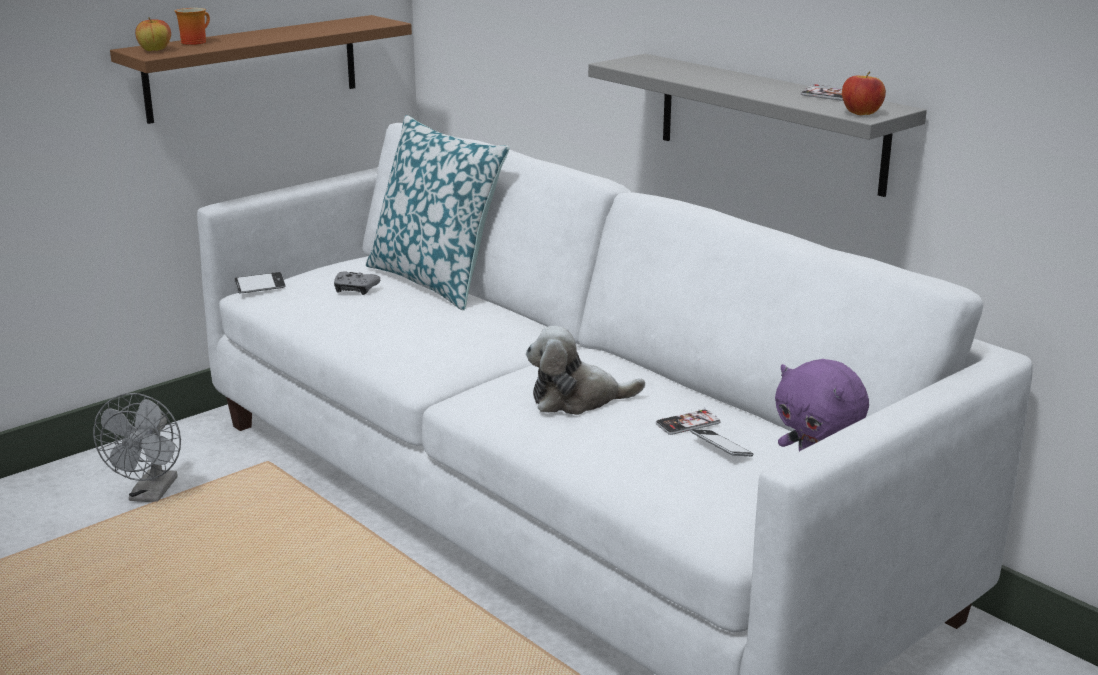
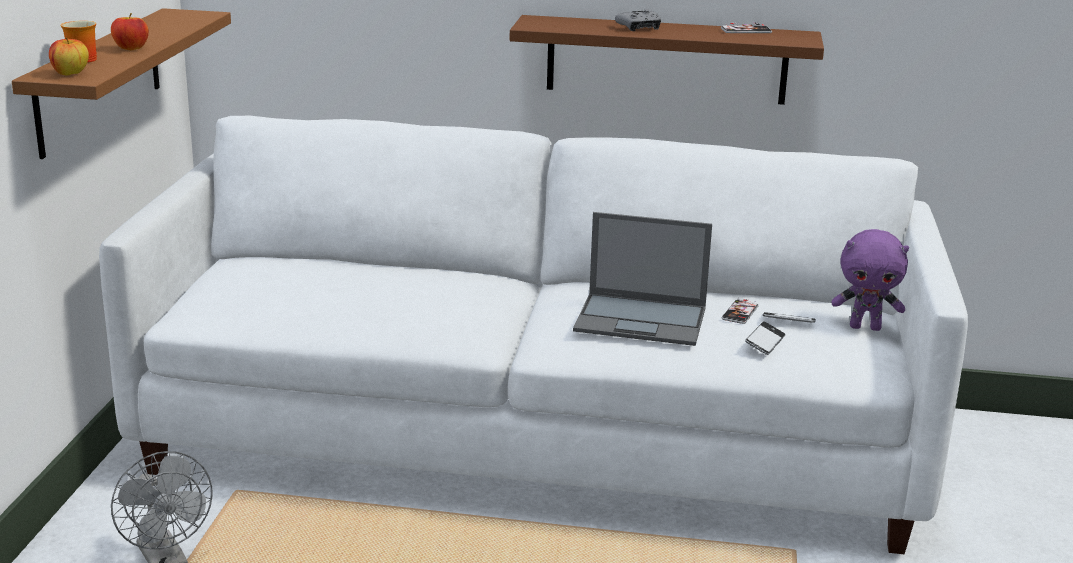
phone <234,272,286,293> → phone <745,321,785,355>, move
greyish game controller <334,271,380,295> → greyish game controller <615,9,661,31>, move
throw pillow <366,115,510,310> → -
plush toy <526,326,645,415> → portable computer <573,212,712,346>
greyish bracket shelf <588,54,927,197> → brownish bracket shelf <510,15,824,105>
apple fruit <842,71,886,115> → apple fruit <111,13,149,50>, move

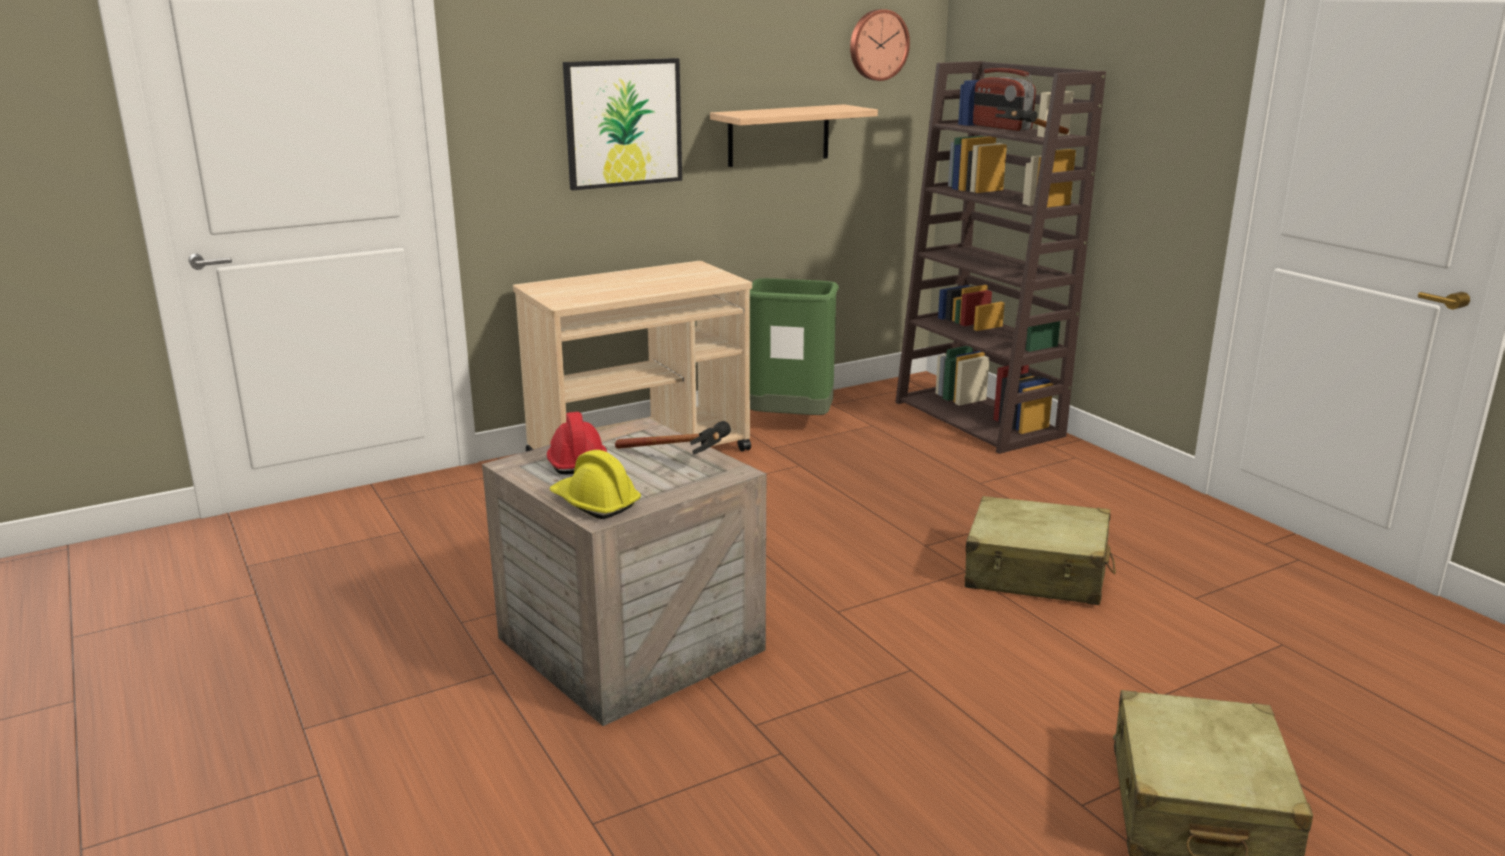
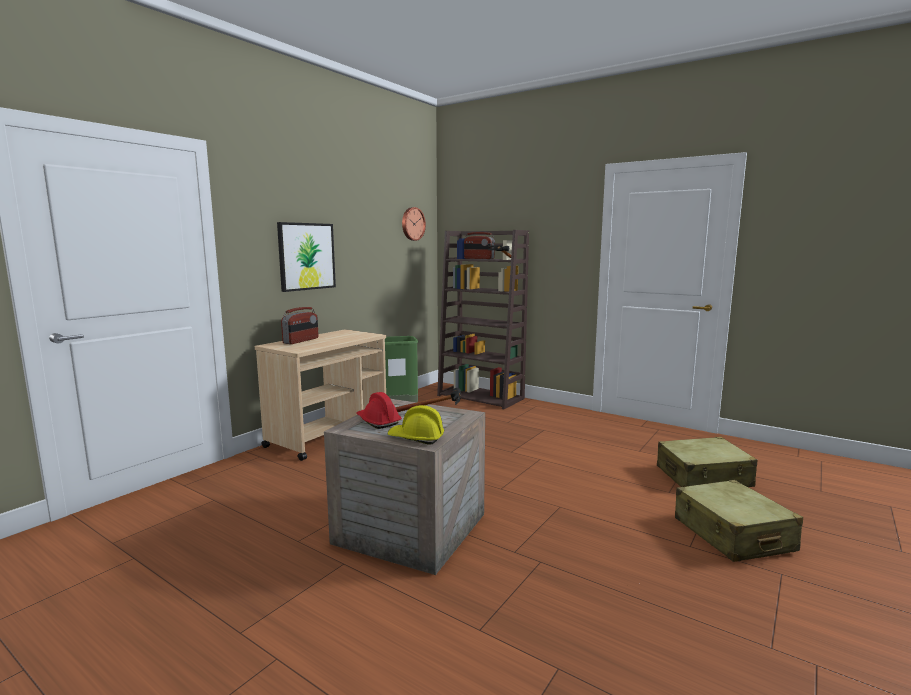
bracket shelf <710,104,878,167> → -
sand-coloured piece of luggage <965,496,1116,605> → sand-coloured piece of luggage <657,437,758,487>, move
- → radio receiver <281,307,318,344>

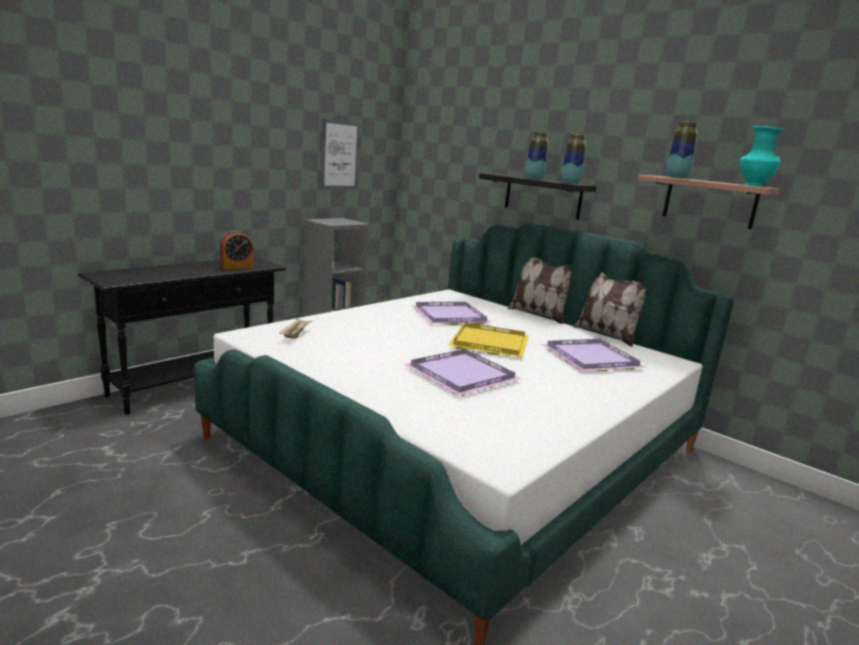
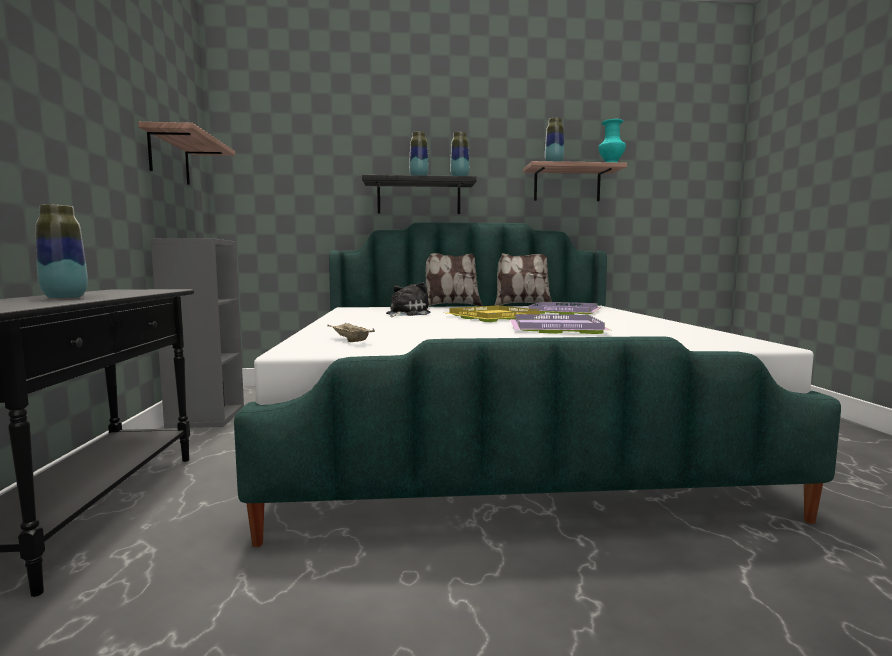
alarm clock <220,230,253,270> → -
wall art <320,119,361,189> → bracket shelf <138,122,235,185>
purplish serving tray <412,302,492,325> → plush toy <386,282,431,317>
- → vase <36,204,88,299>

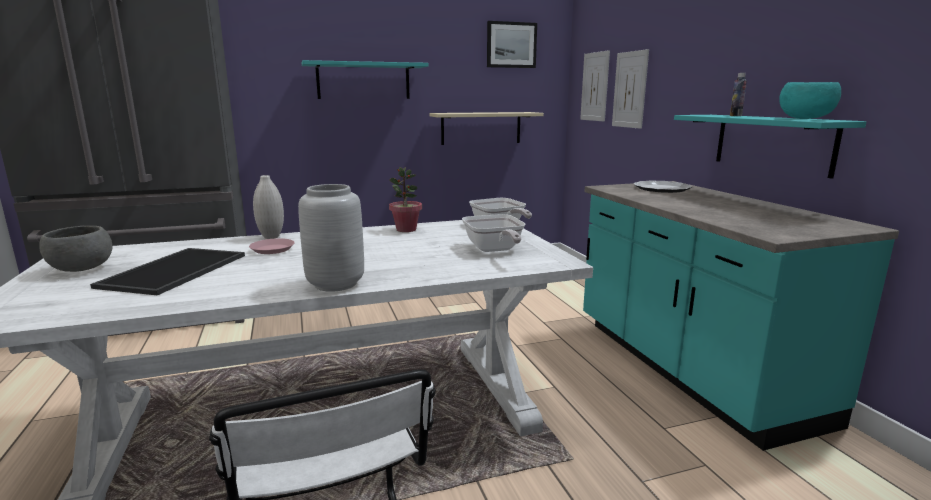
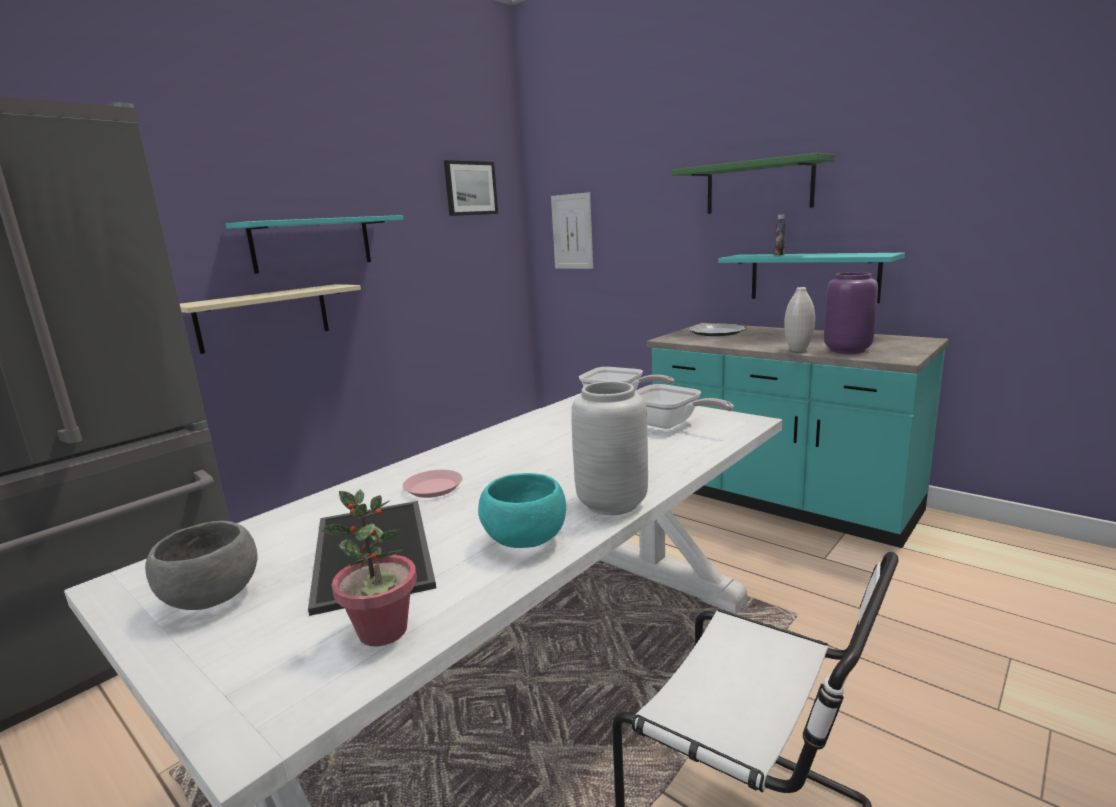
whitish vase <253,175,284,239> → whitish vase <784,287,815,352>, move
plant in a pot <389,167,422,232> → plant in a pot <321,490,417,646>, move
sand-coloured bracket shelf <430,112,544,145> → sand-coloured bracket shelf <180,284,361,354>, move
wall art <612,49,649,129> → -
turquoise serving bowl <779,82,841,119> → turquoise serving bowl <478,473,566,548>, move
- → green bracket shelf <672,153,836,214>
- → purplish vase <824,272,878,354>

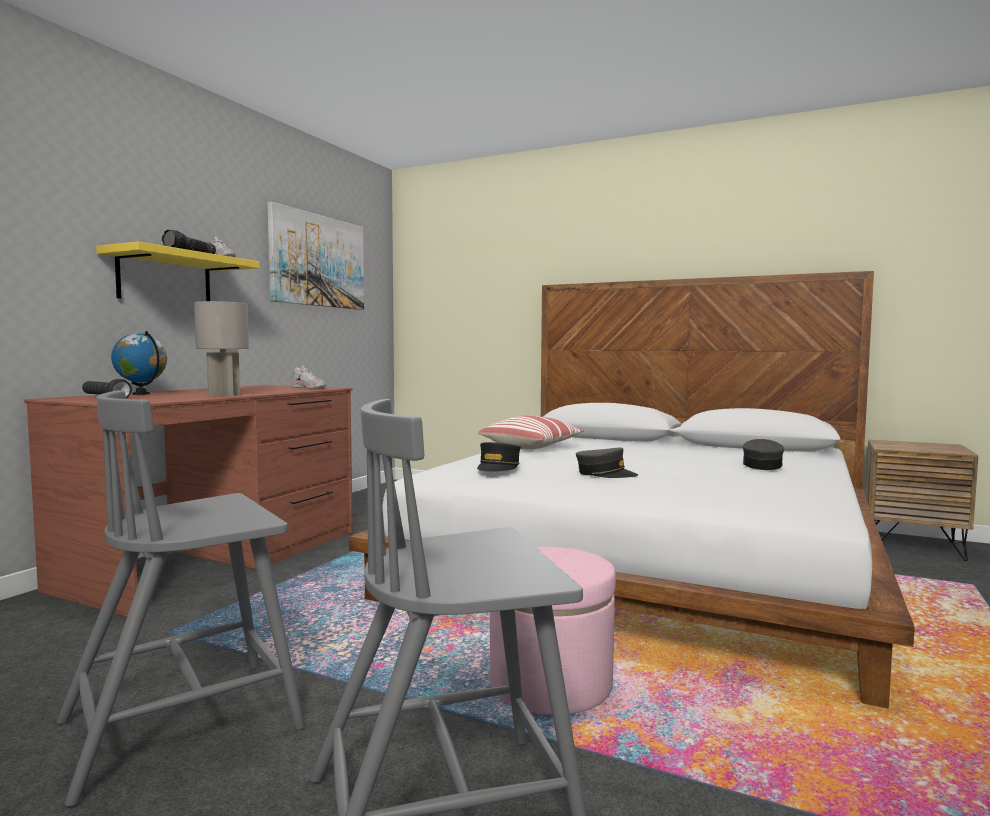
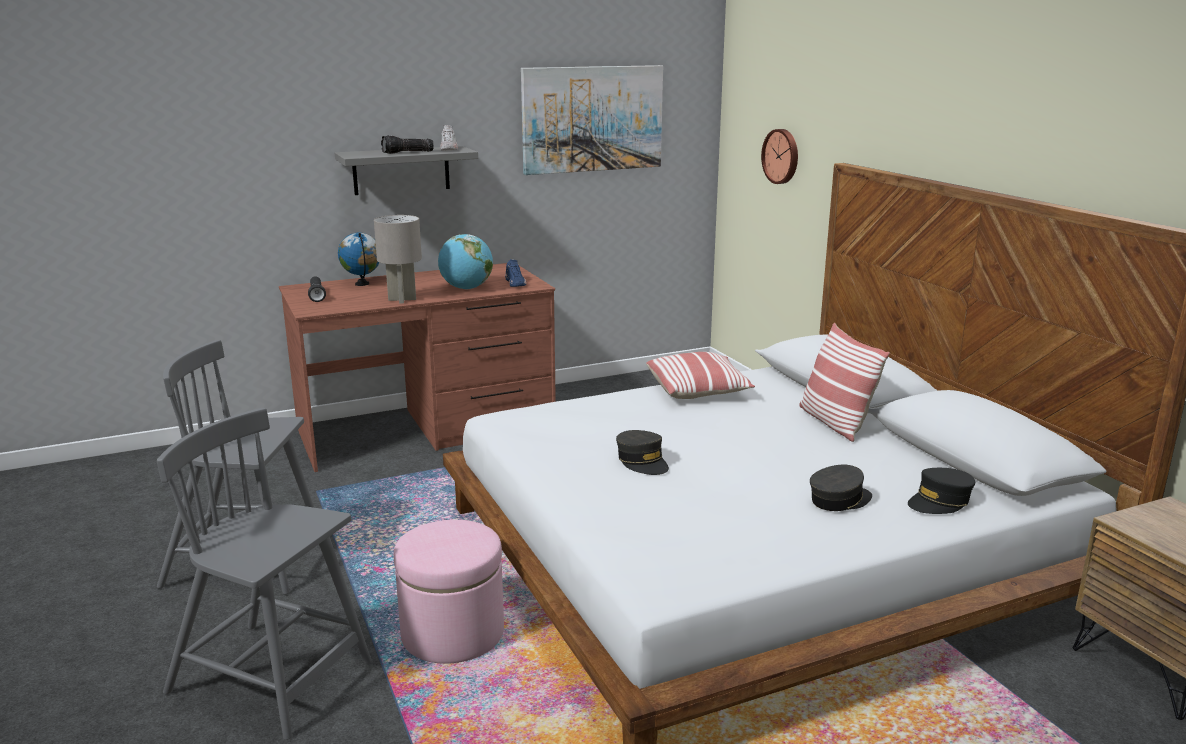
yellowish bracket shelf <96,241,260,301> → greyish bracket shelf <335,146,478,195>
whitish low shoe <292,365,326,389> → bluish low shoe <505,259,526,287>
blackish peaked cap <477,442,521,472> → blackish peaked cap <908,468,975,514>, move
- → desk globe <438,234,493,290>
- → wall clock <761,129,798,184>
- → throw pillow <799,323,890,442>

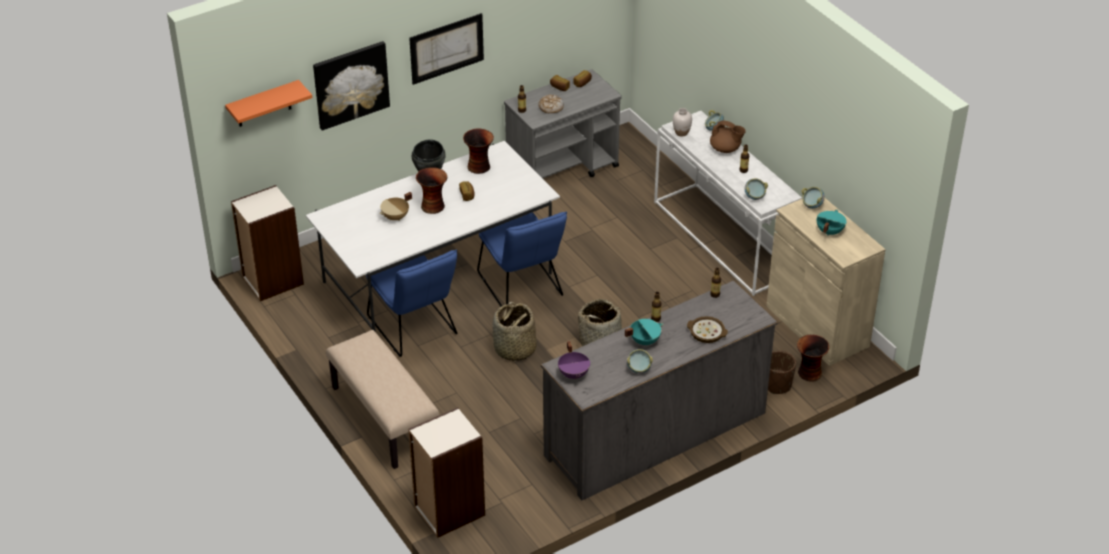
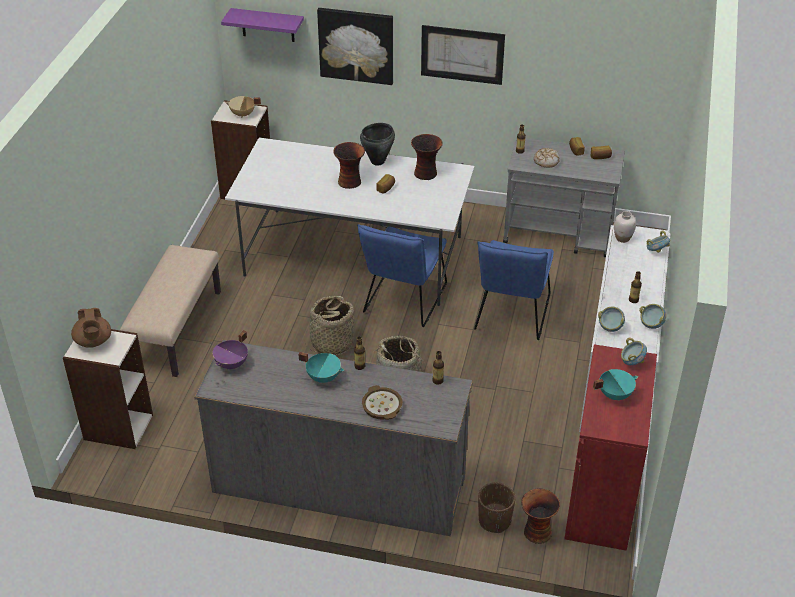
orangey bracket shelf <225,80,312,127> → purplish bracket shelf <221,8,304,42>
bluish plain chair <366,249,458,357> → bluish plain chair <474,240,554,340>, move
sand-coloured saucepot <380,192,412,221> → sand-coloured saucepot <225,96,261,118>, move
serving bowl <627,349,653,374> → serving bowl <639,304,666,329>, move
brownish teapot <710,120,746,153> → brownish teapot <71,308,111,348>, move
sand-coloured cabinet <766,198,886,366> → red-coloured cabinet <564,344,657,551>

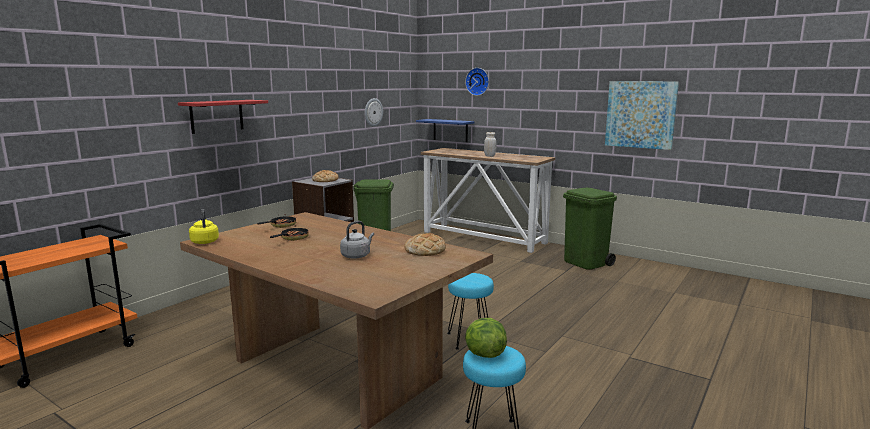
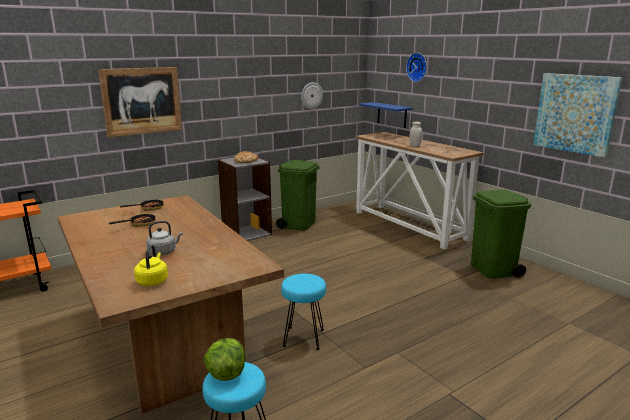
red-coloured bracket shelf <178,100,268,134> → wall art <98,67,182,137>
yellowish kettle <189,209,219,244> → yellowish kettle <134,245,168,286>, move
bread <404,233,446,256> → -

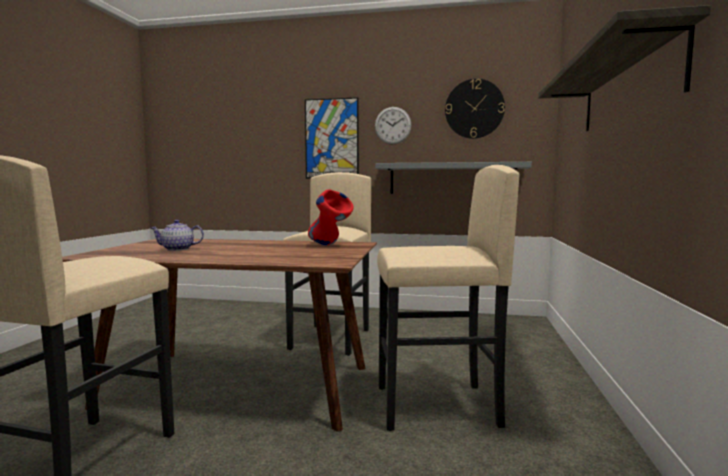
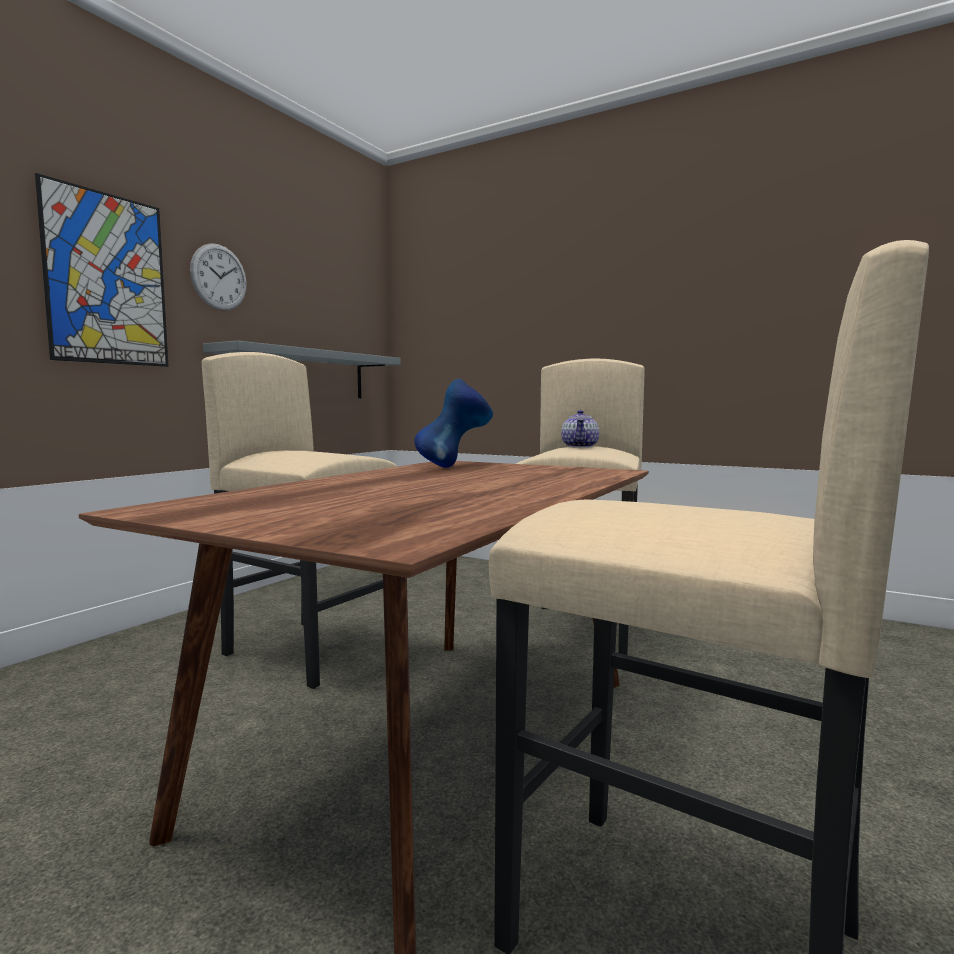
teapot <151,220,204,251> → teapot <561,410,599,448>, move
red-coloured vase <308,189,353,245> → bluish vase <414,379,493,468>
wall clock <445,79,505,139> → -
bracket shelf <538,5,711,131> → -

